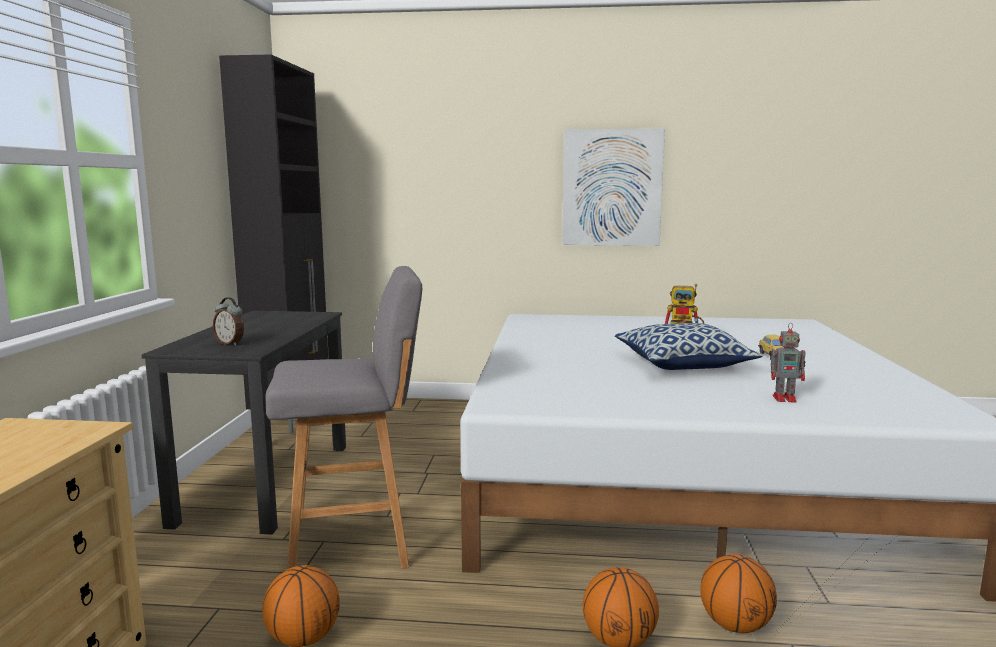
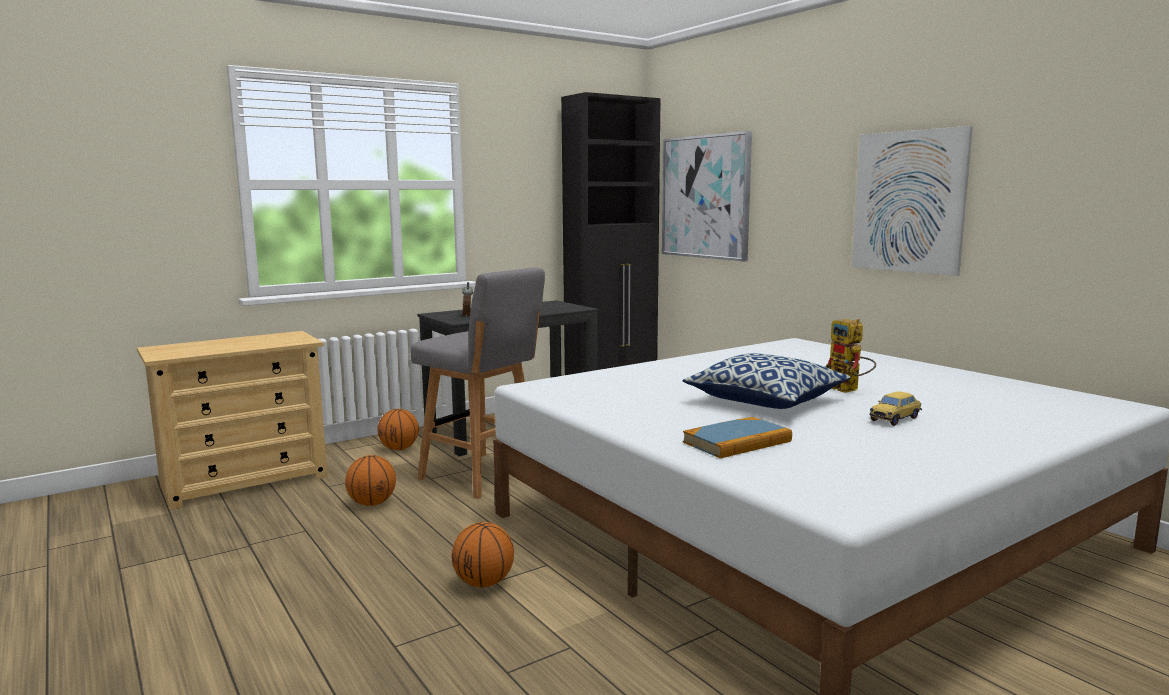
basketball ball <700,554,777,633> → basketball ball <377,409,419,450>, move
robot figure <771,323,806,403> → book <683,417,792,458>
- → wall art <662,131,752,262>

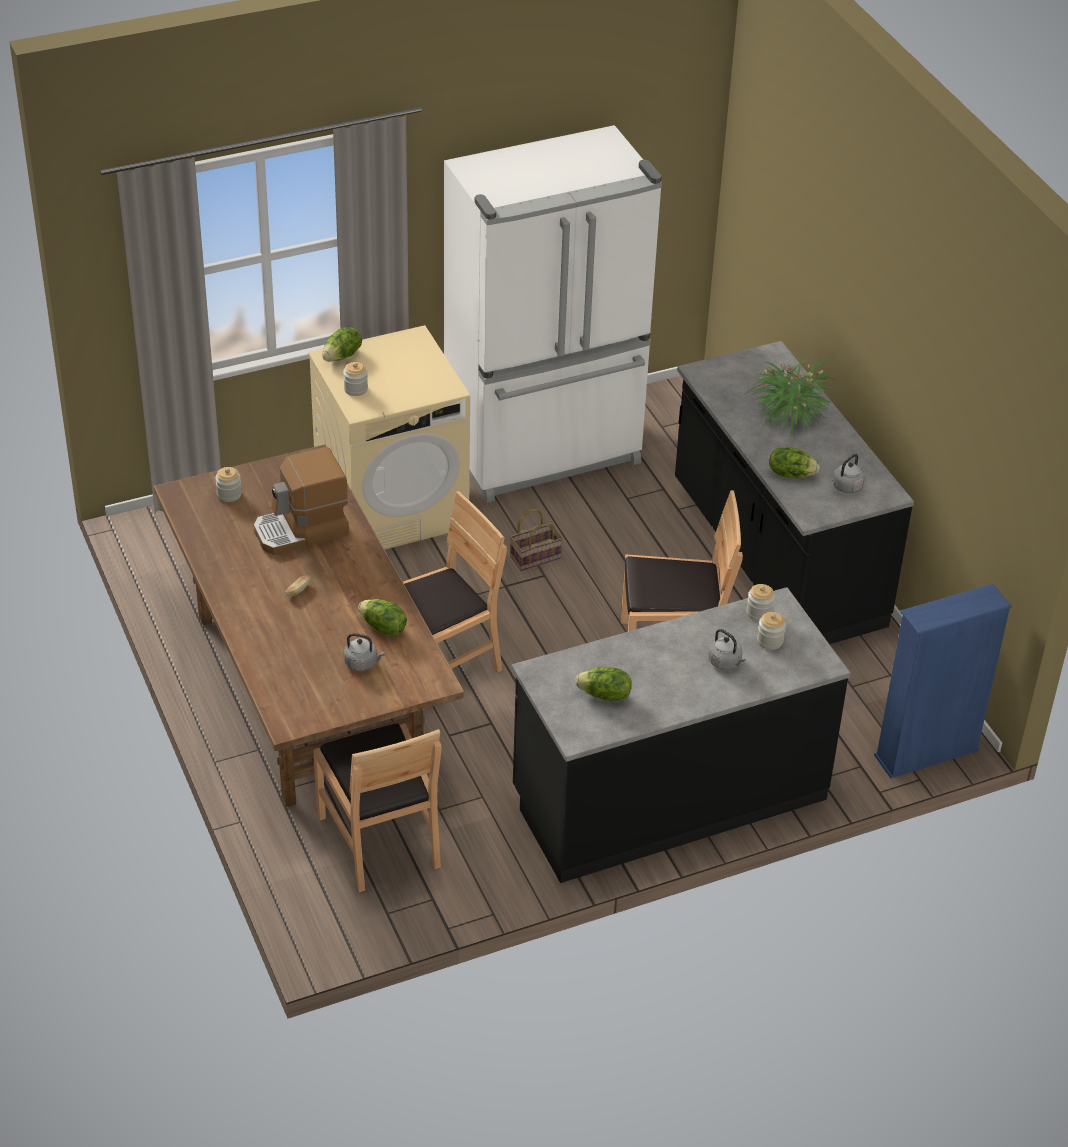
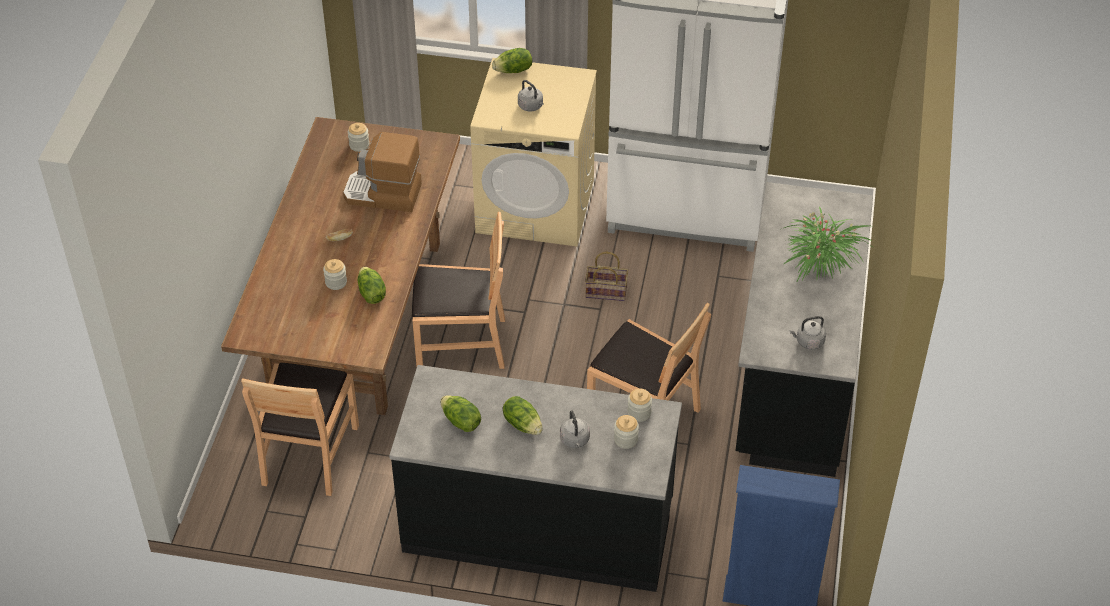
jar <343,362,368,396> → jar <323,259,347,290>, move
greyish kettle <344,633,385,671> → greyish kettle <518,80,544,111>, move
lettuce <769,447,820,478> → lettuce <503,396,543,435>, move

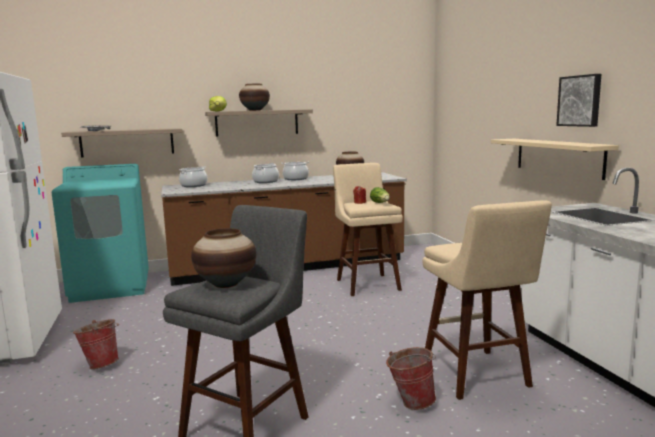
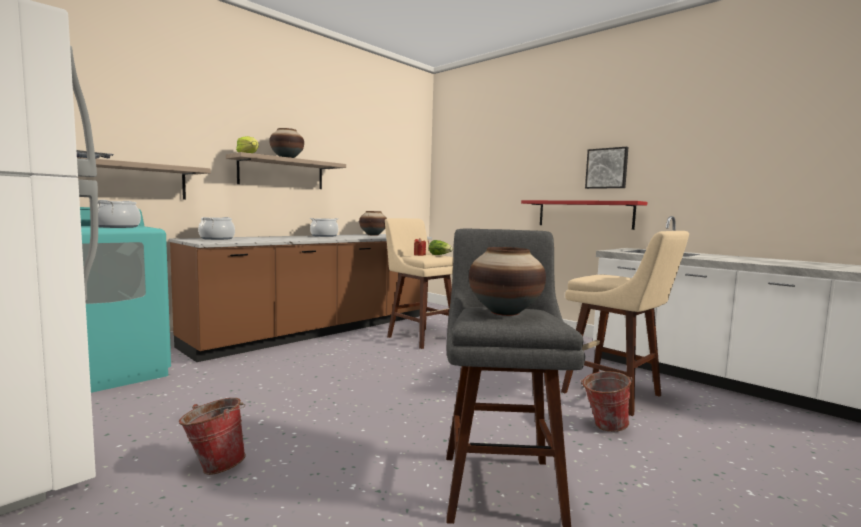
saucepot <252,163,279,183> → saucepot <98,200,141,228>, move
sand-coloured bracket shelf <491,139,619,180> → red-coloured bracket shelf <521,200,647,230>

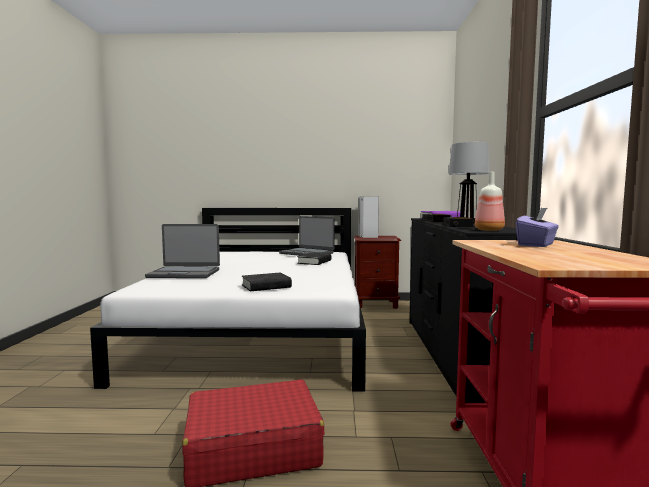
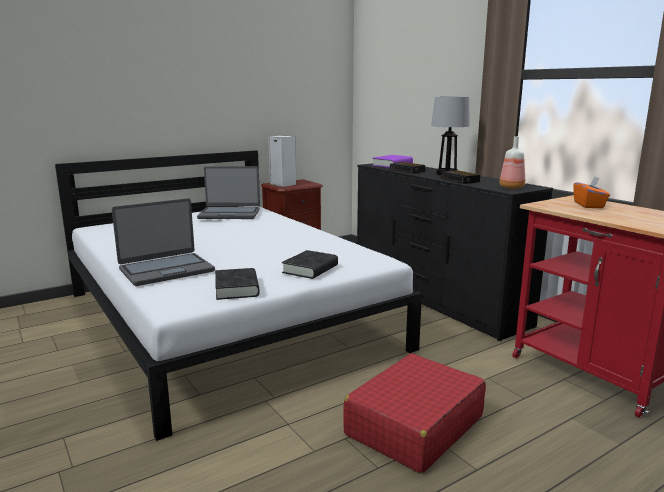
blackish book <297,253,331,265> → blackish book <215,268,260,300>, move
purplish box of tissues <516,208,559,247> → orangey box of tissues <573,176,610,208>

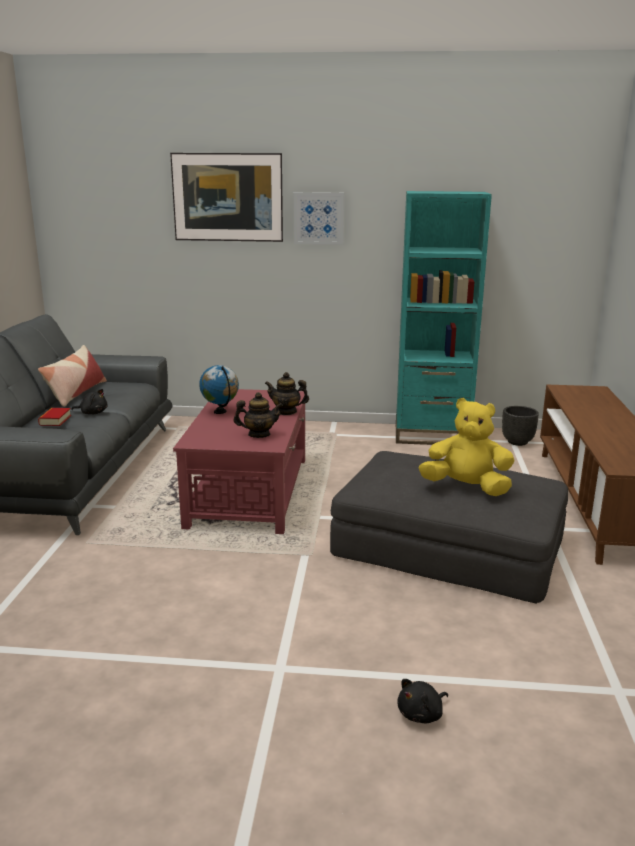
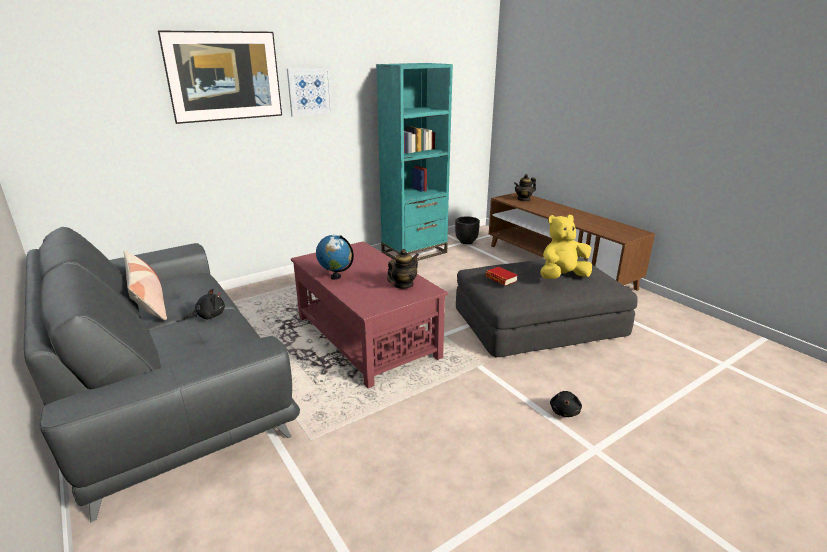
book <38,408,71,426> → book <486,267,518,286>, move
teapot <265,372,309,415> → teapot <514,174,536,201>, move
blackish plush toy <397,679,448,723> → blackish plush toy <550,391,582,417>, move

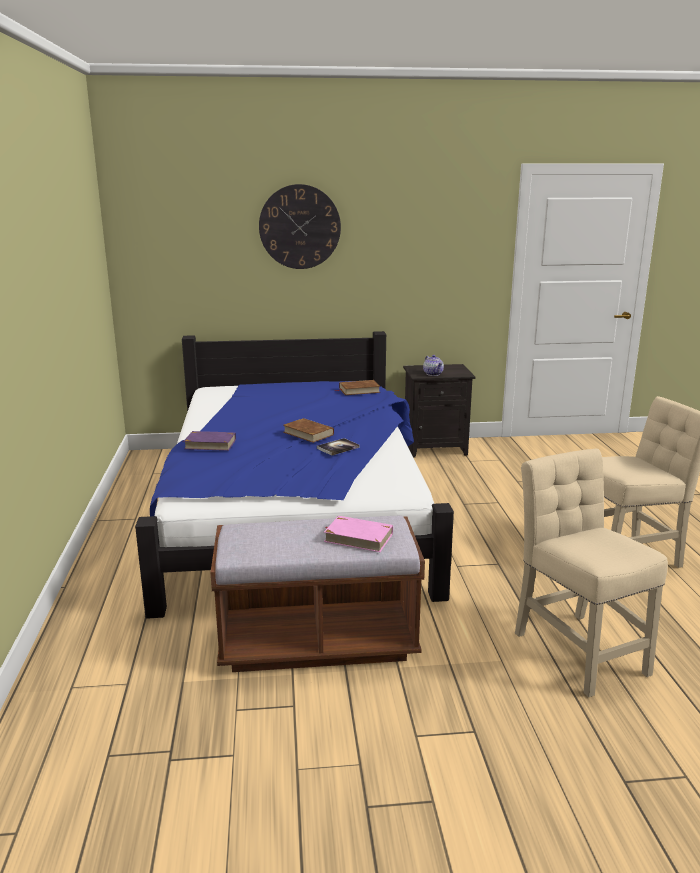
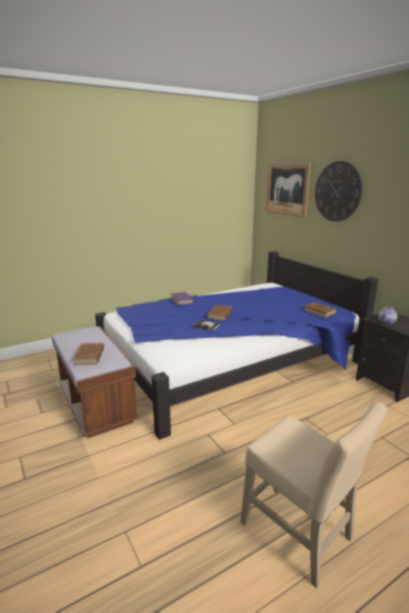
pink-coloured book <324,516,393,552> → brownish book <73,343,104,365>
sand-coloured plain chair <515,449,668,697> → -
- → wall art <266,163,311,218>

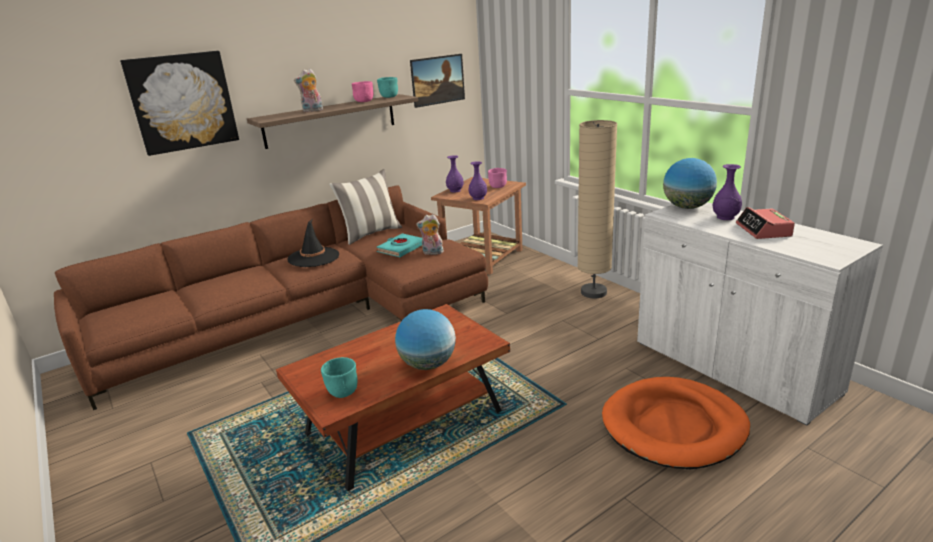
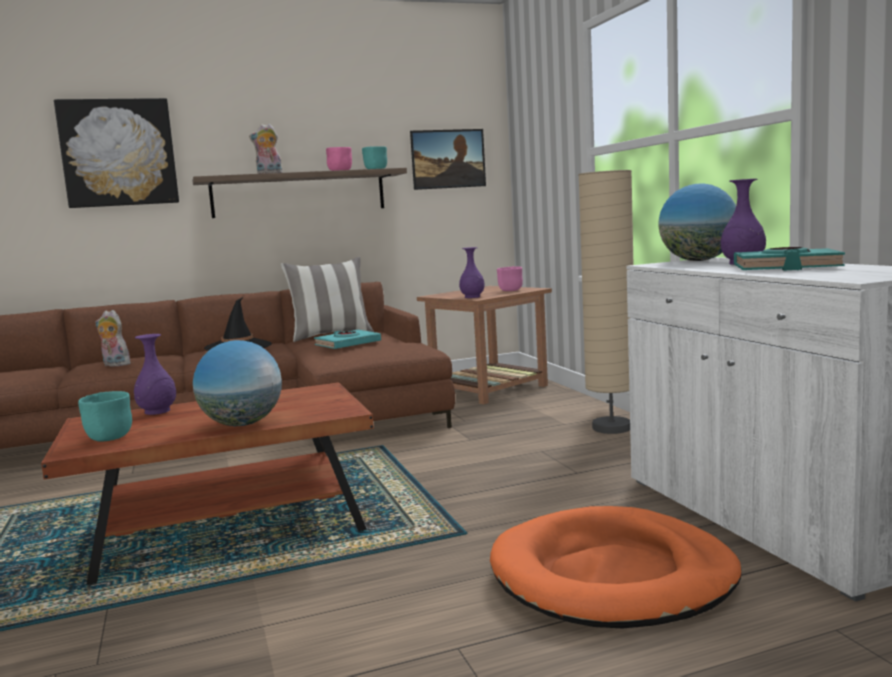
plush toy <416,214,444,255> → plush toy <95,310,132,367>, move
purplish vase <446,155,464,193> → purplish vase <134,334,176,415>, move
alarm clock <736,207,795,239> → turquoise book <734,247,845,271>

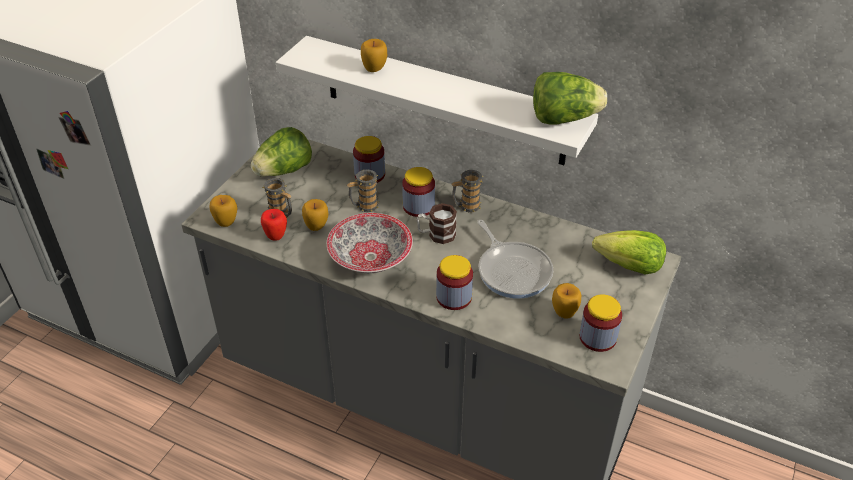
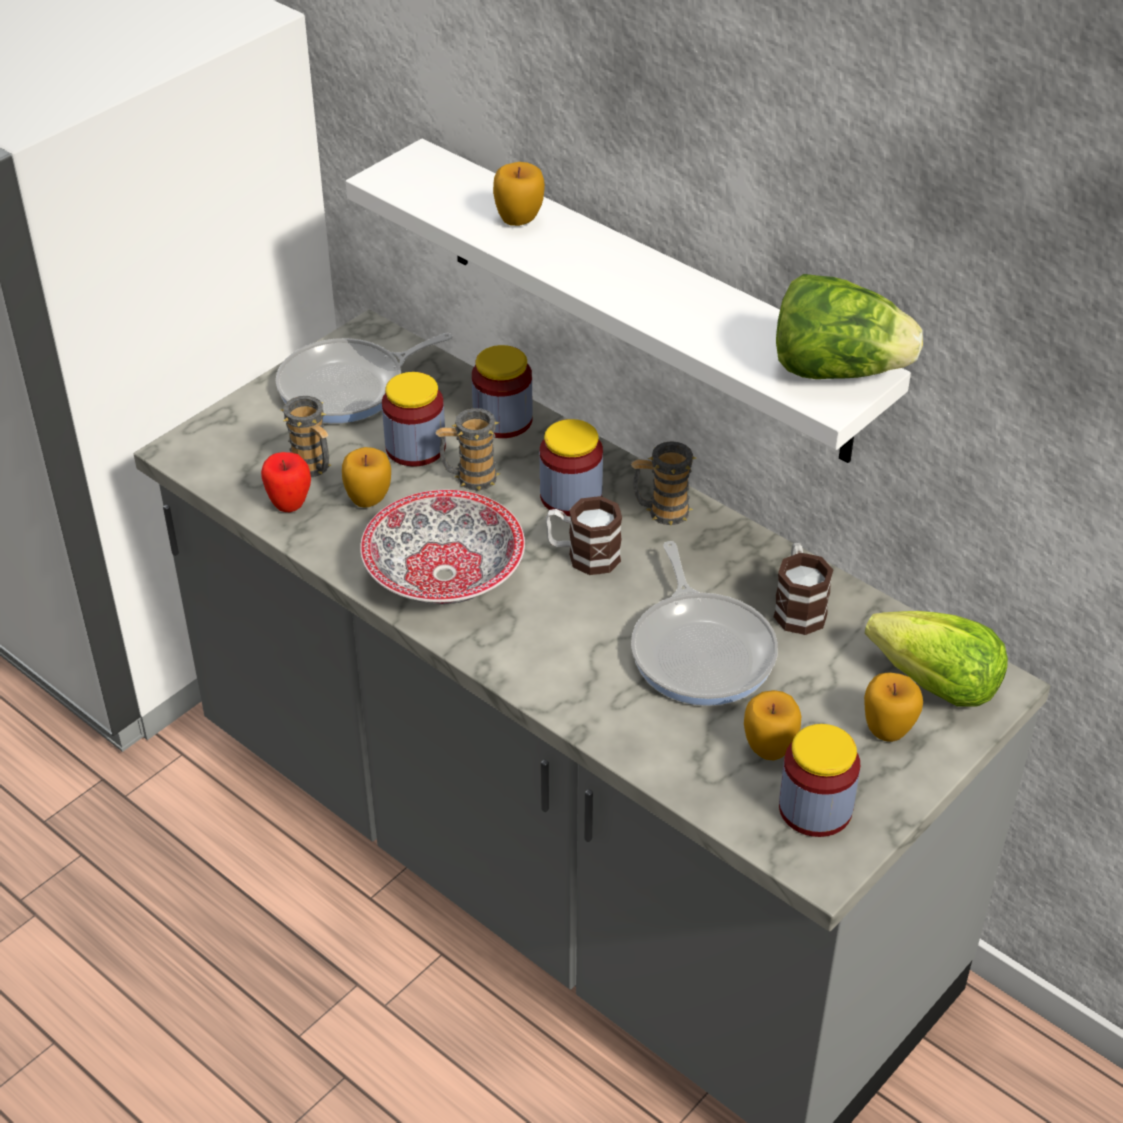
apple fruit <209,195,237,227> → apple fruit <864,672,923,742>, move
lettuce <251,127,312,177> → skillet <276,333,453,423>
jar <436,255,473,310> → jar <382,372,446,466>, move
- → tea mug <774,543,833,635>

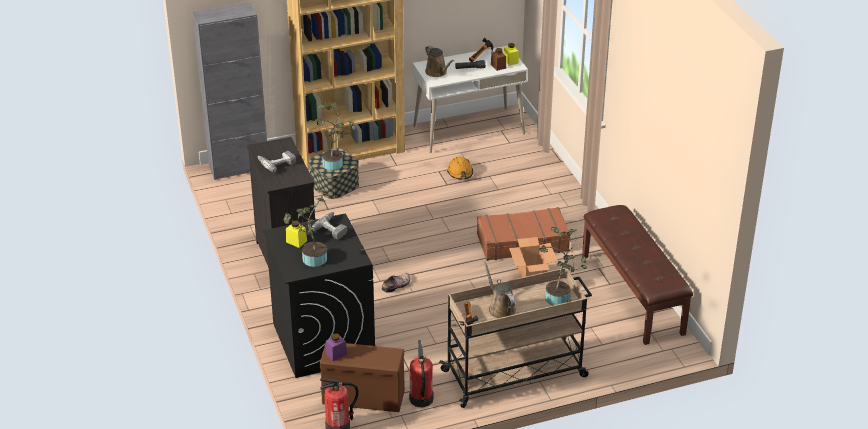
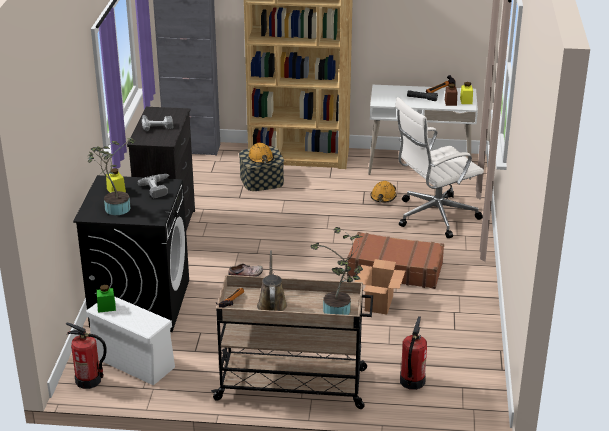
plant in a pot <317,102,355,171> → orangey safety helmet <248,143,274,164>
brownish storage container <320,343,405,412> → whitish storage container <86,296,175,385>
purplish jar <326,333,347,361> → green jar <97,285,116,313>
fire extinguisher <409,340,434,407> → fire extinguisher <400,316,427,390>, move
brownish watering pot <425,45,454,77> → -
brownish bench <582,205,693,345> → -
- → whitish desk chair <395,97,484,238>

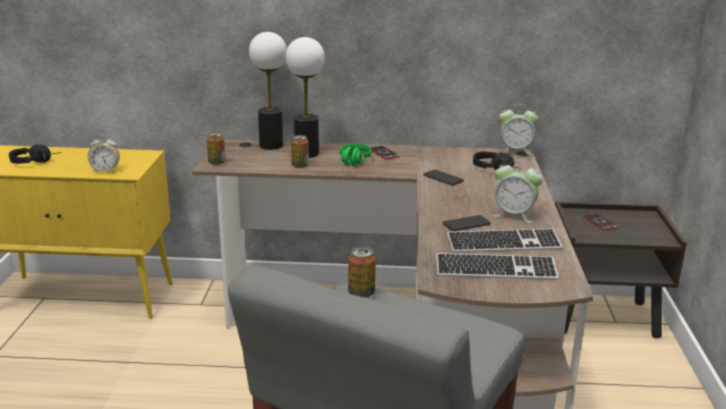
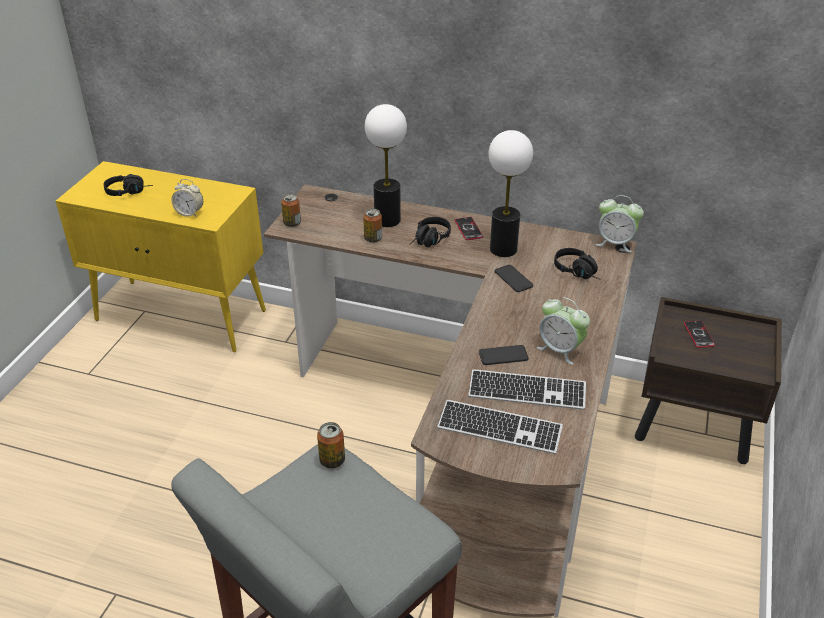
lamp for a table <249,32,287,150> → lamp for a table <489,130,533,257>, move
green headset <339,143,371,166> → blackish headset <409,217,451,247>

